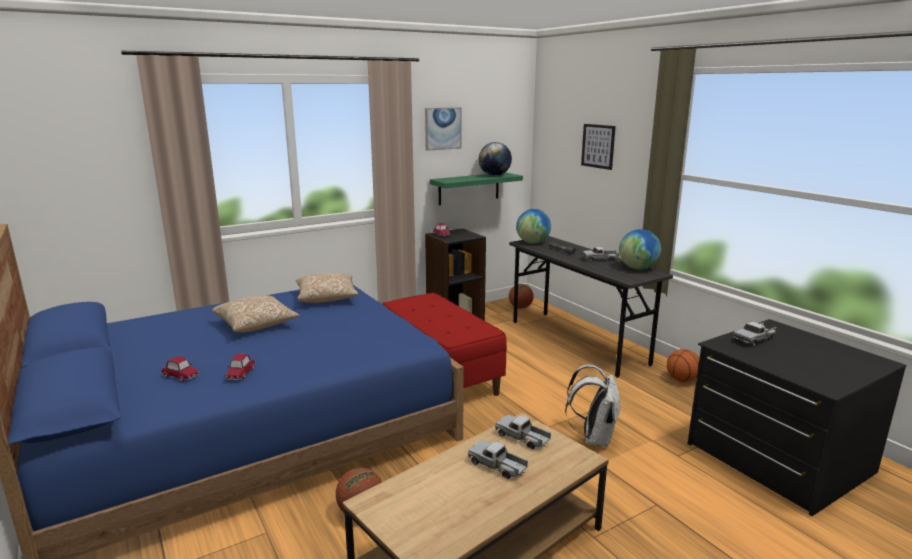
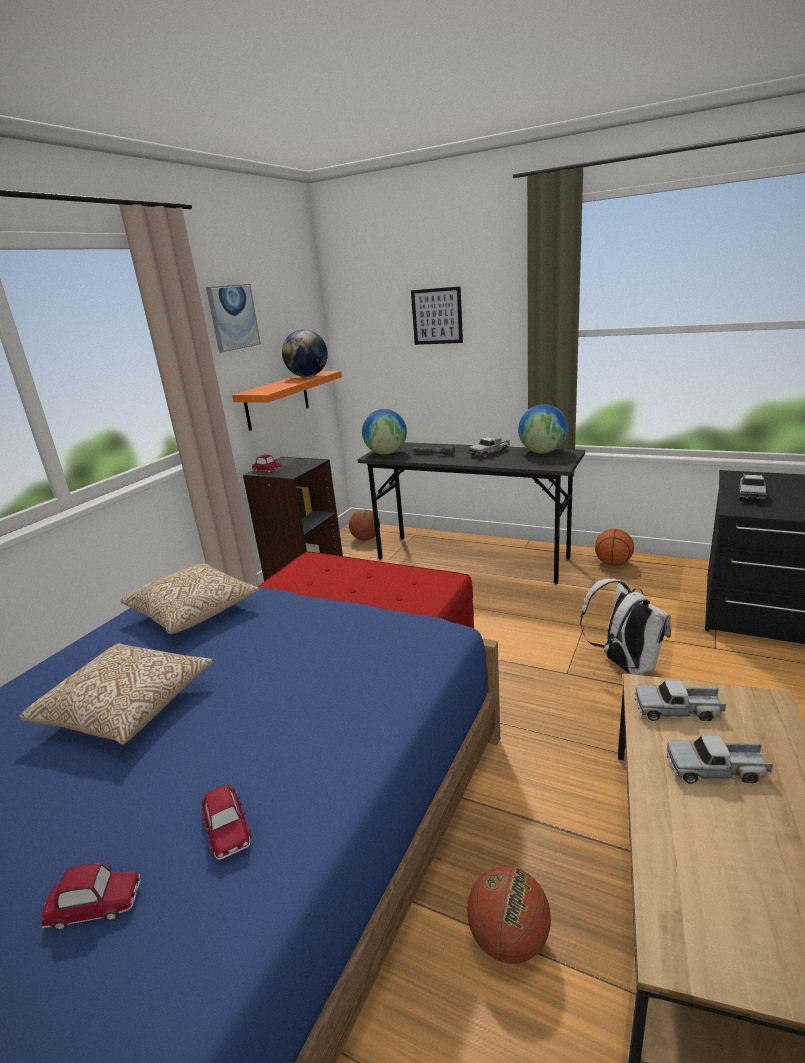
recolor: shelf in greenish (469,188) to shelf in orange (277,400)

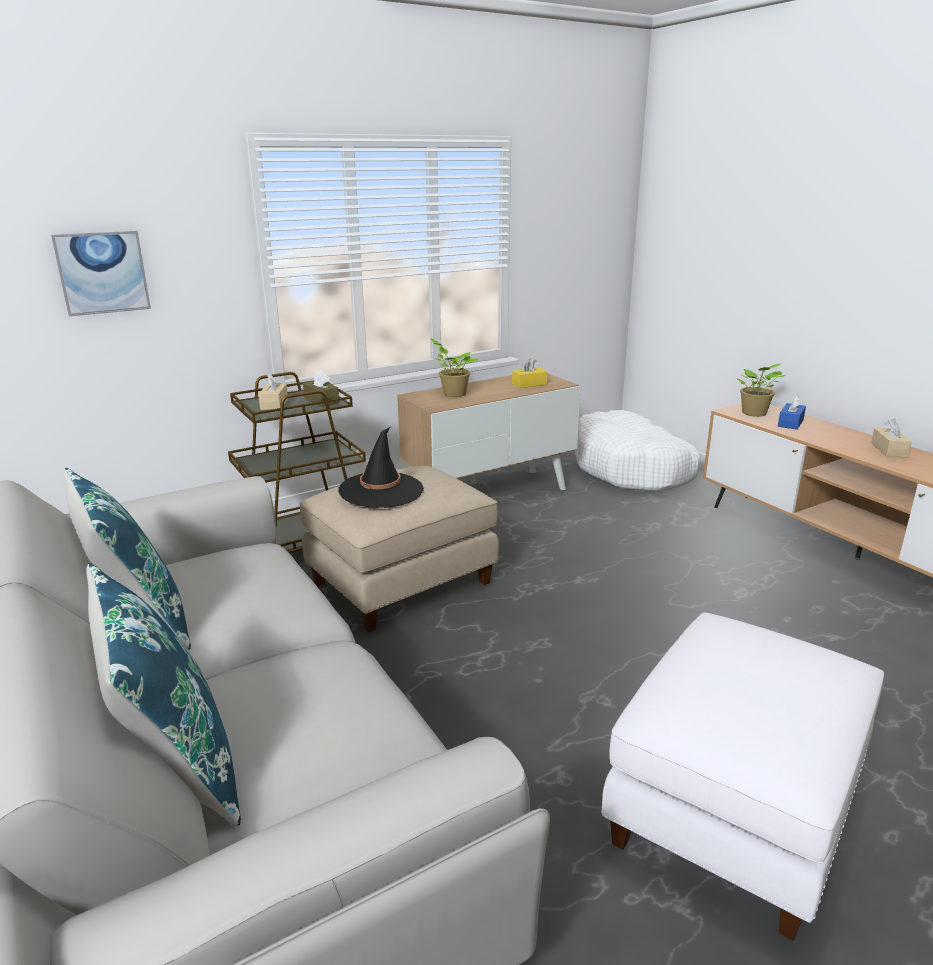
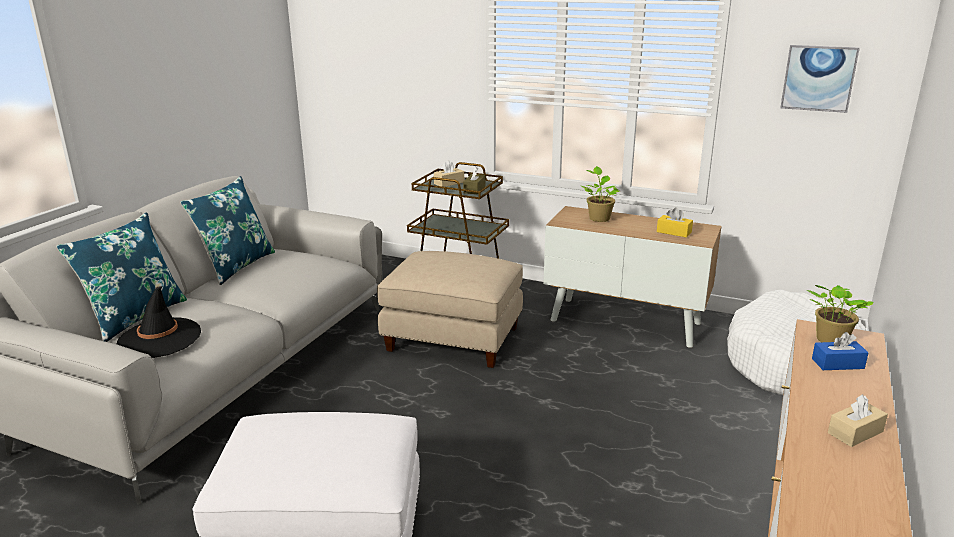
move: hat in black-coloured (381,490) to (159,338); picture (102,273) to (818,78)

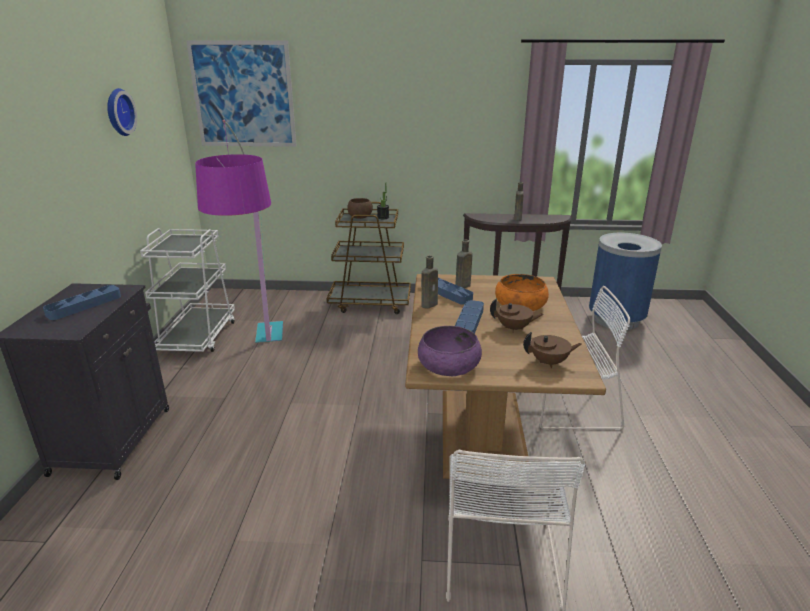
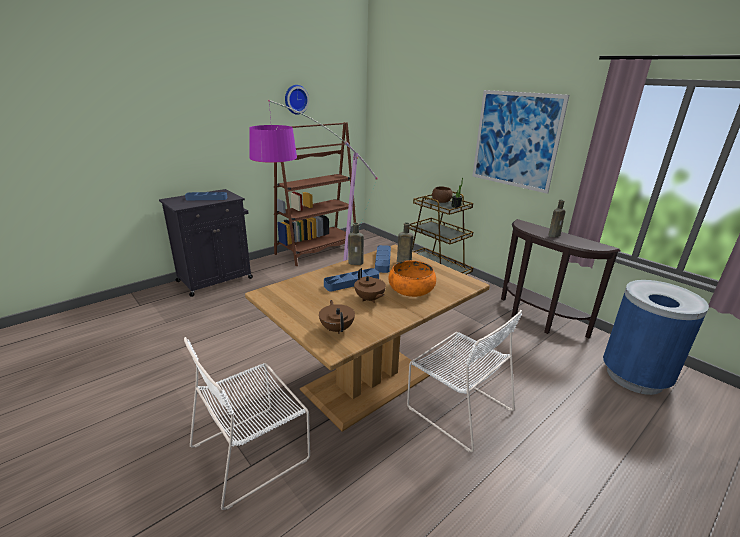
delete: bowl in purple (449,365)
move: picture (243,95) to (515,140)
replace: trolley in white (198,337) to bookcase in brown (317,251)
rotate: tea pot in brown (549,362) = (337,329) 150 degrees counterclockwise

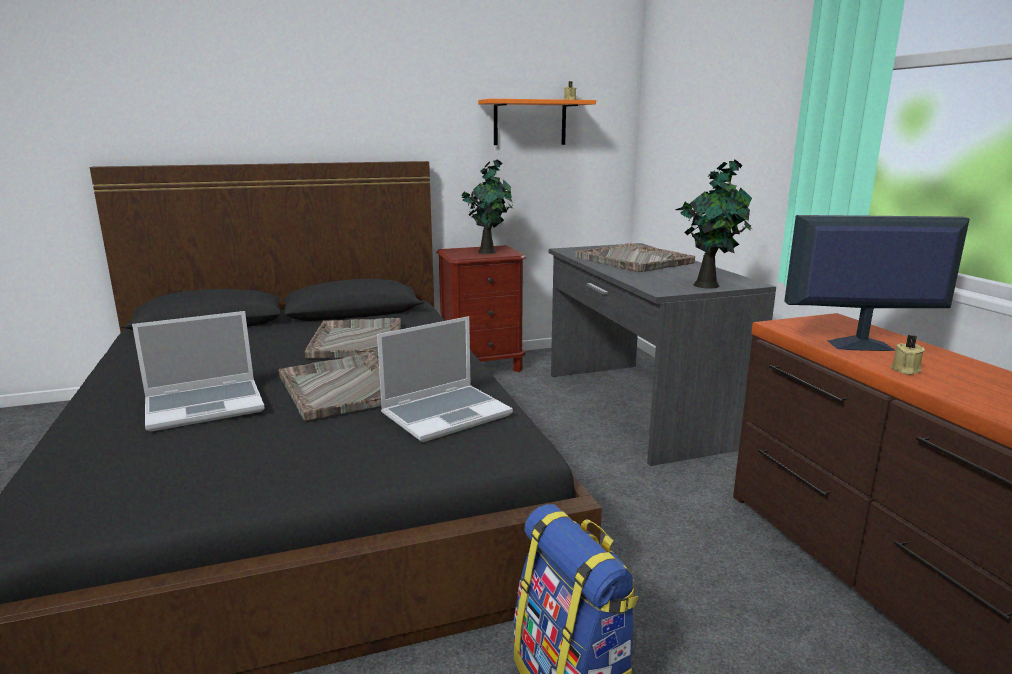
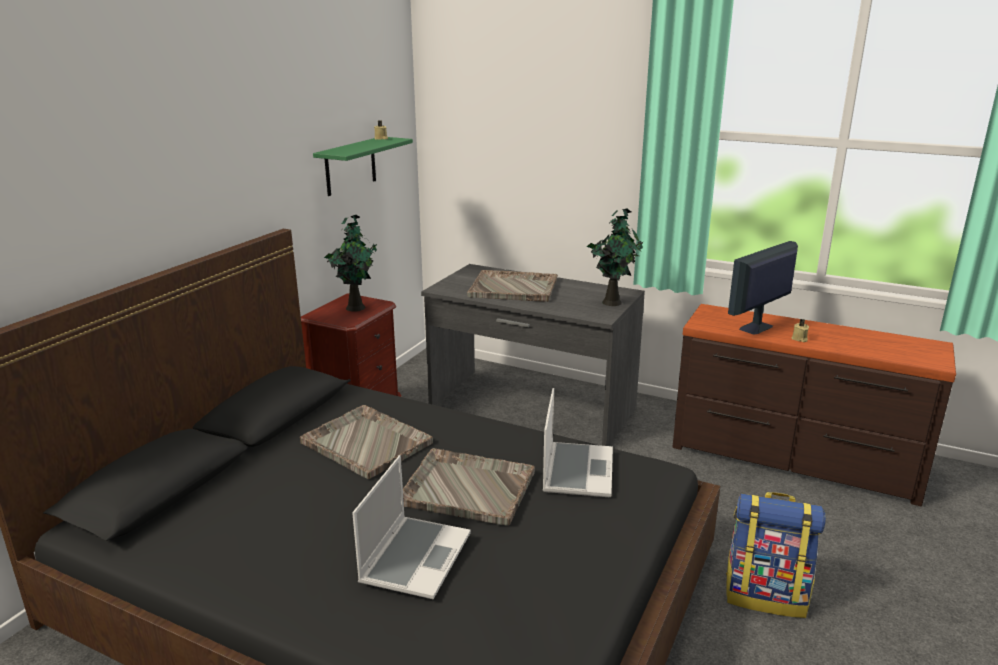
recolor: shelf in orange (530,123) to shelf in greenish (350,166)

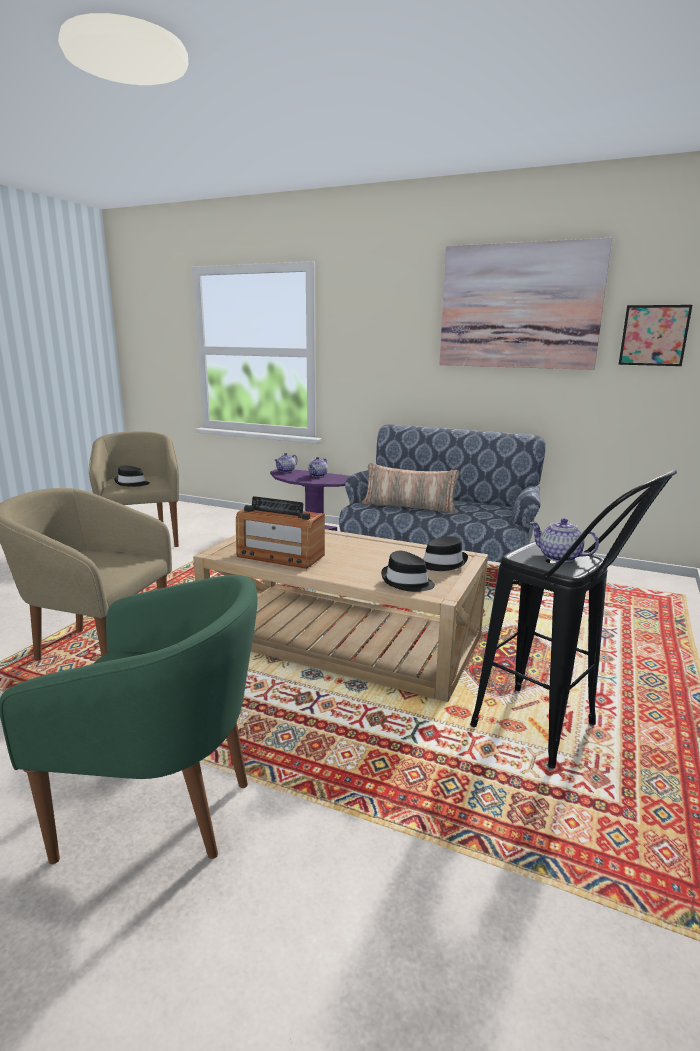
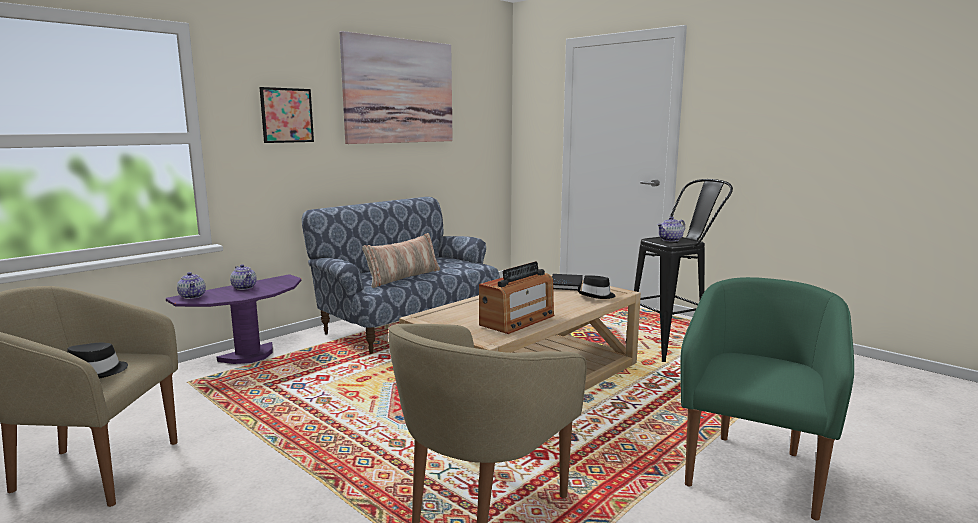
move: picture (654,335) to (287,115)
replace: hat in black-coloured (442,563) to bound book in black-coloured (565,284)

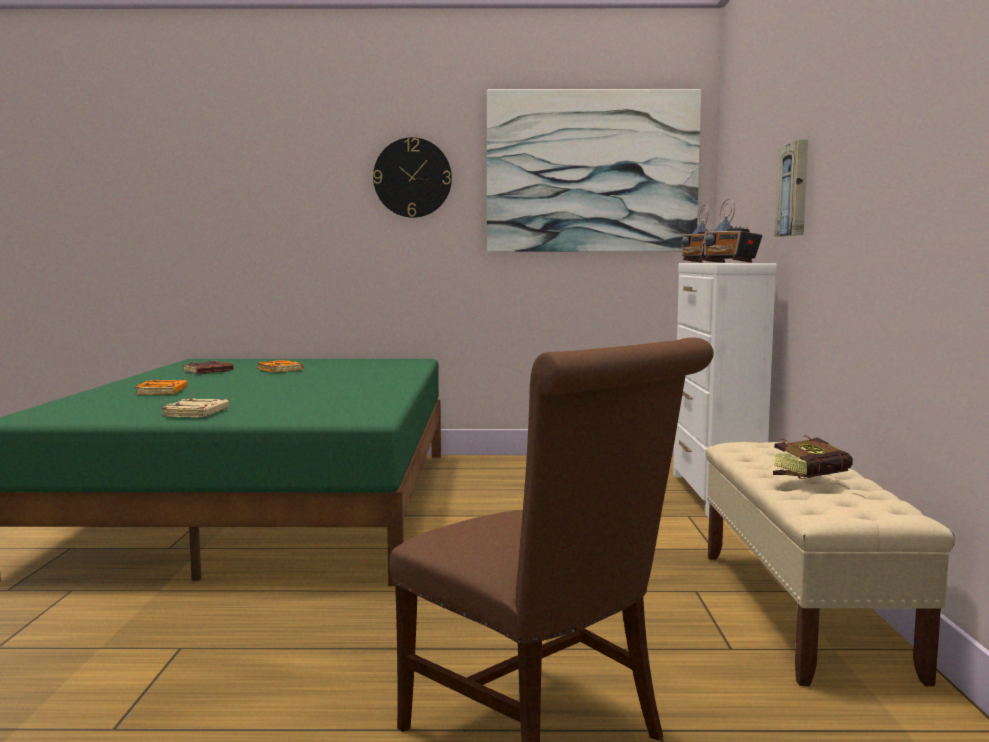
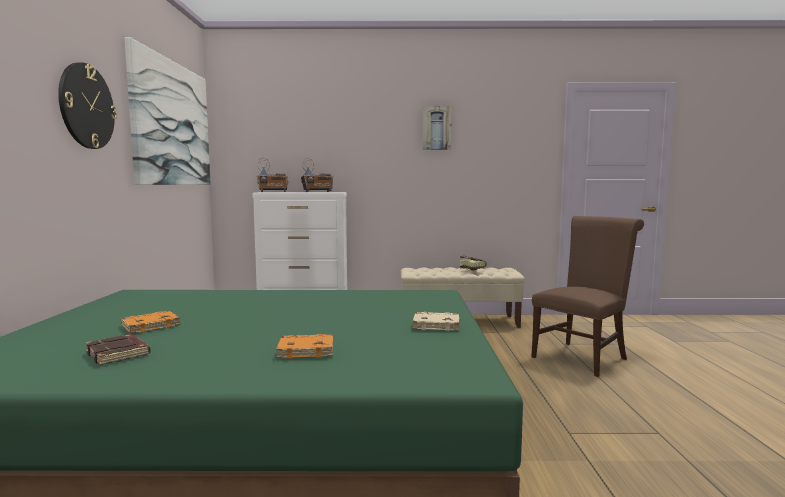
move: picture (795,190) to (436,128)

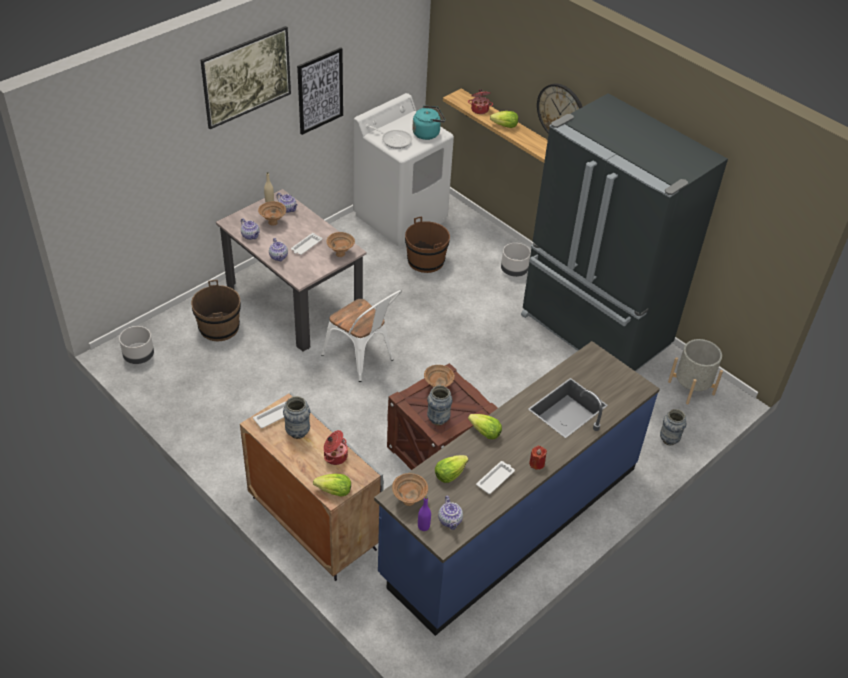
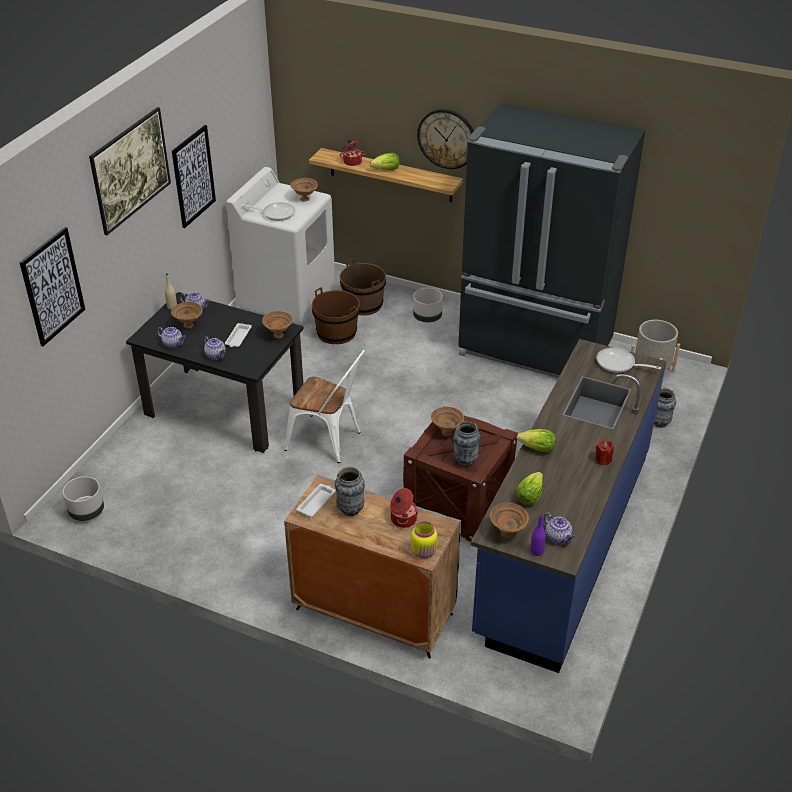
delete: carrying tray in white (495,479)
insert: picture (52,286); frying pan (619,364)
move: pail in brown (219,327) to (363,304)
replace: water kettle in turquoise (427,133) to bowl in brown (305,199); lettuce head (334,491) to preserve jar in yellow (424,552)
recolor: dinner table in beige-coloured (294,302) to dinner table in black-coloured (225,408)

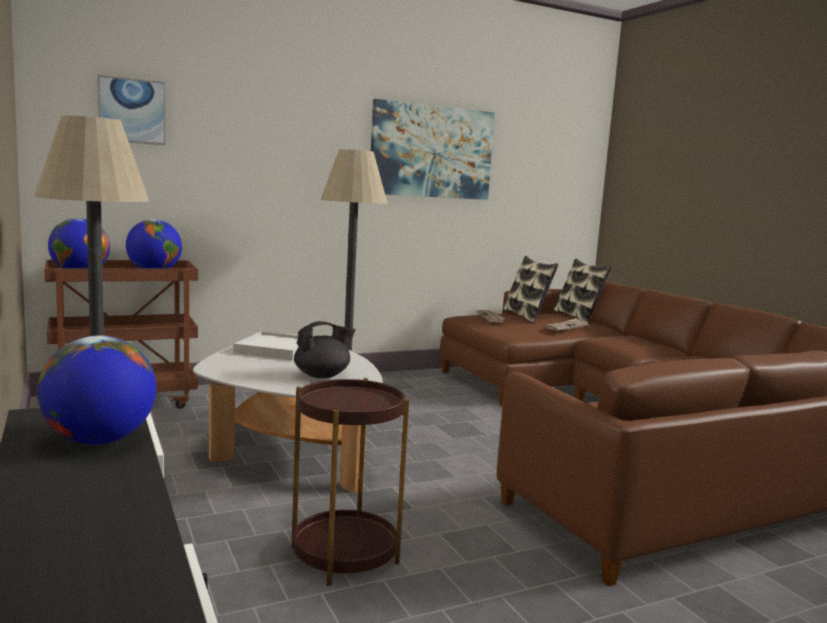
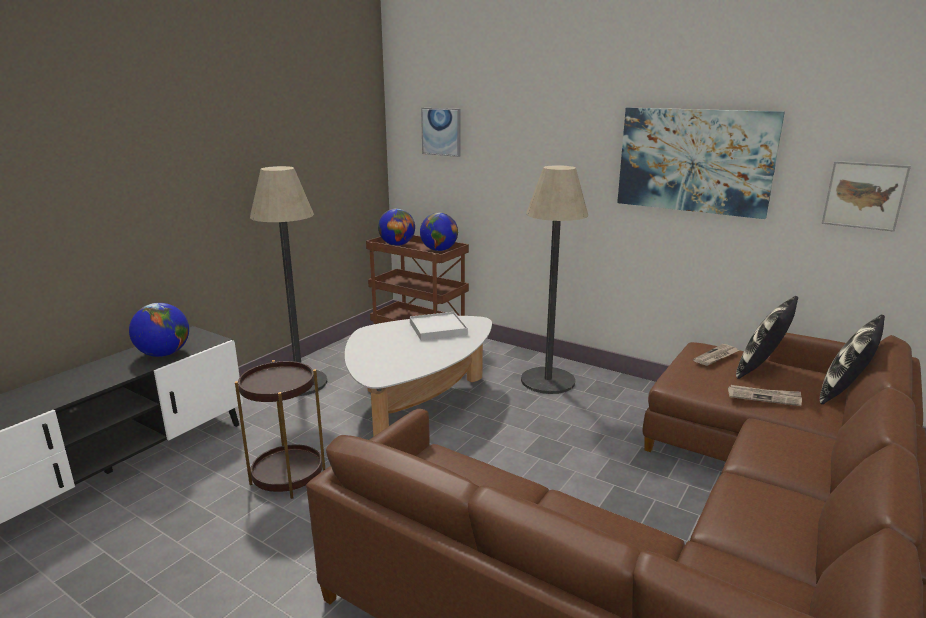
delete: tea pot in black-coloured (322,376)
insert: picture (864,195)

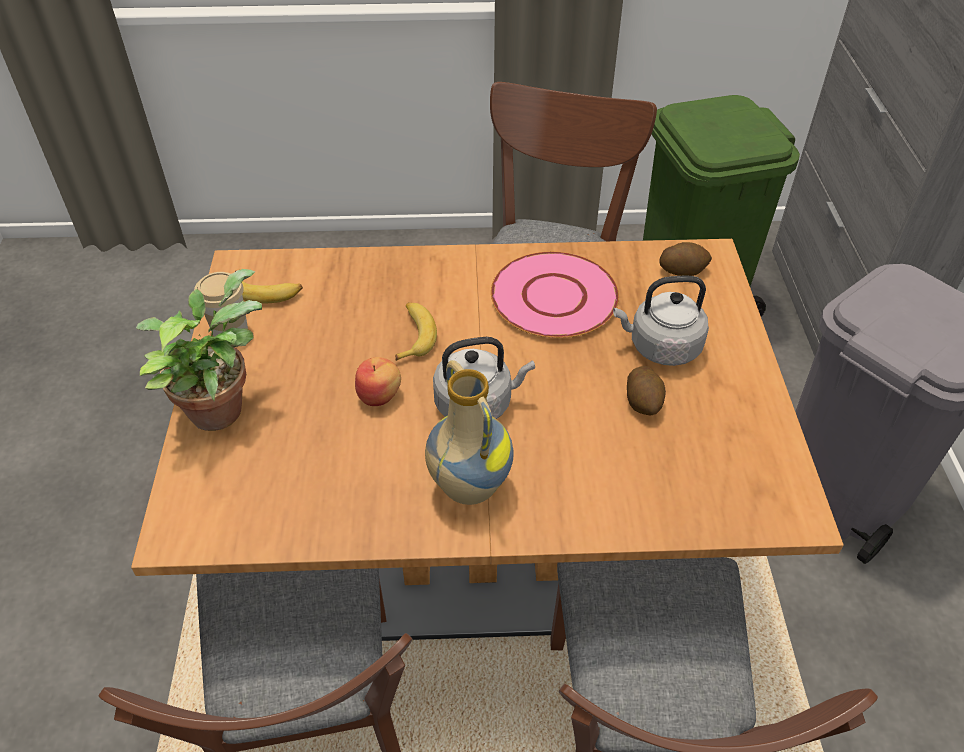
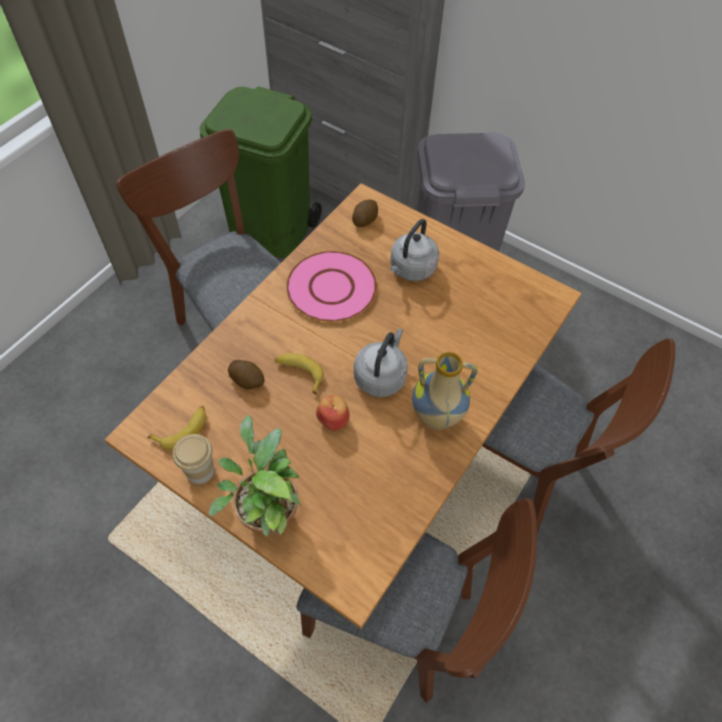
move: potato (643,402) to (247,380)

